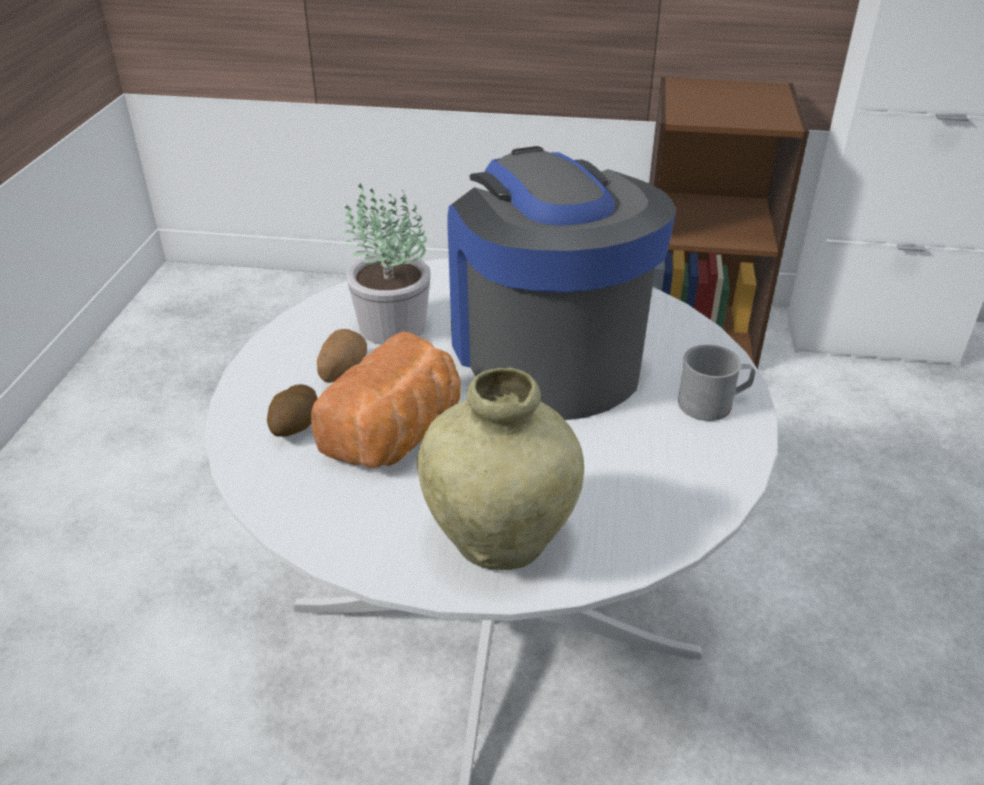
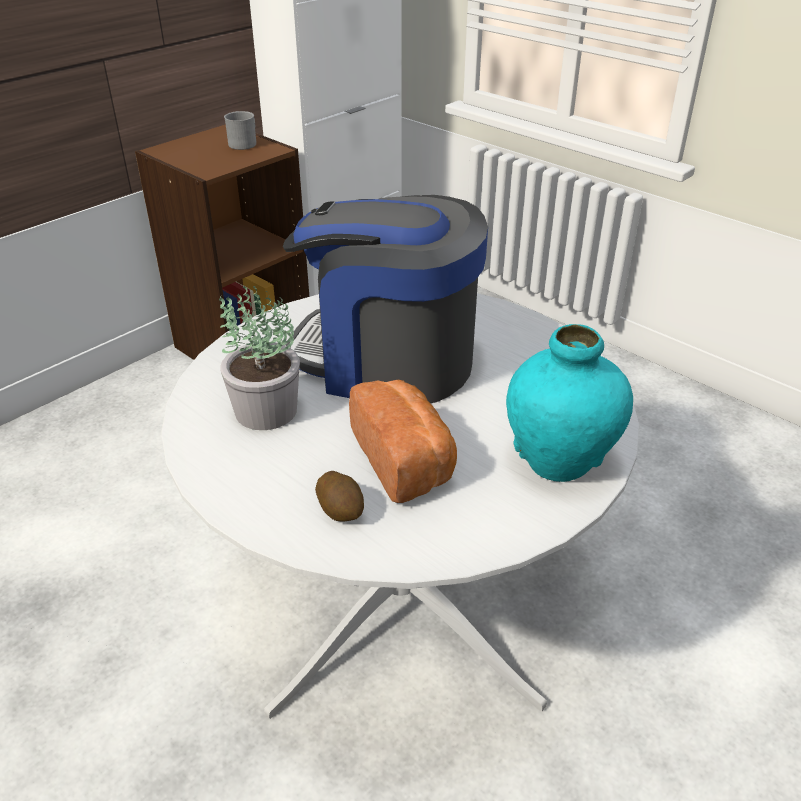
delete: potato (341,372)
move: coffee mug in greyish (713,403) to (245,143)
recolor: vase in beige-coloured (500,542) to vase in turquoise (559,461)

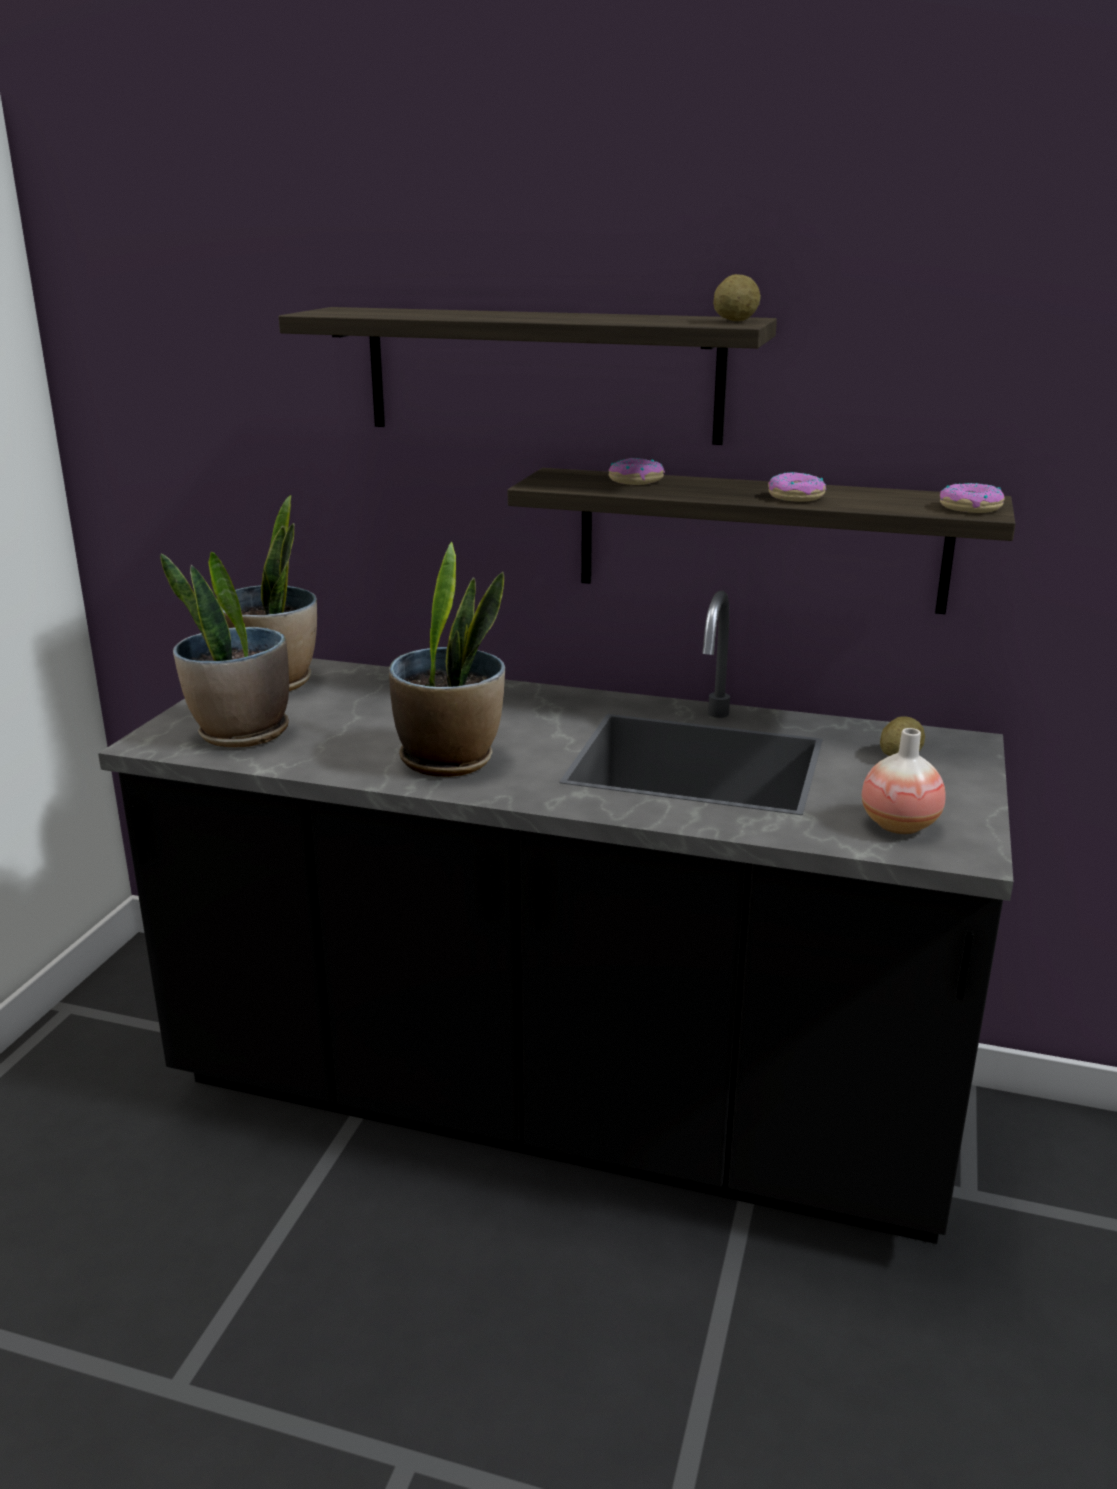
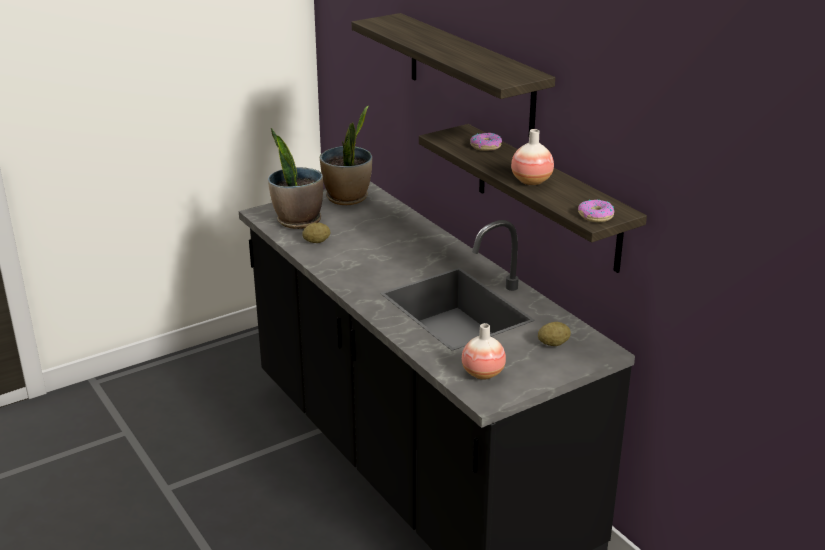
delete: houseplant (449,760)
move: potato (735,321) to (316,242)
replace: ring doughnut (796,497) to vase (531,181)

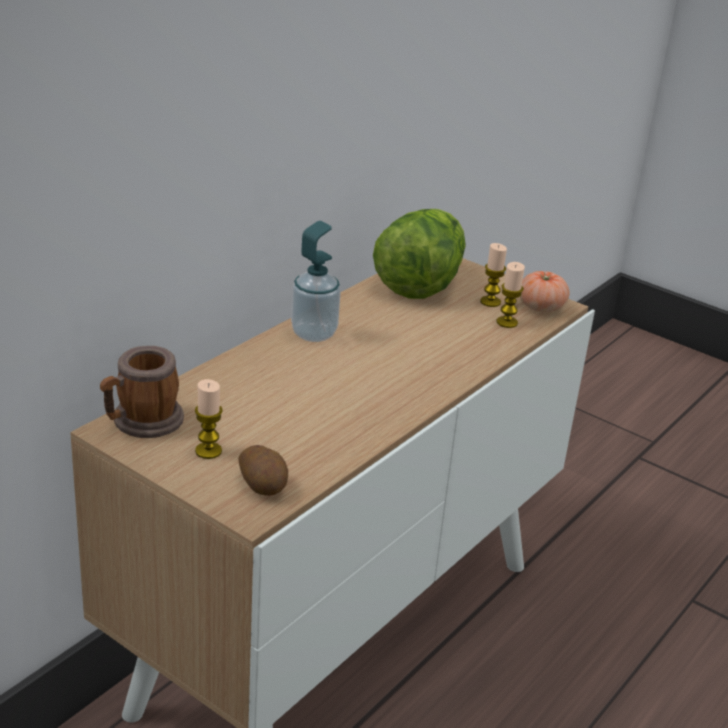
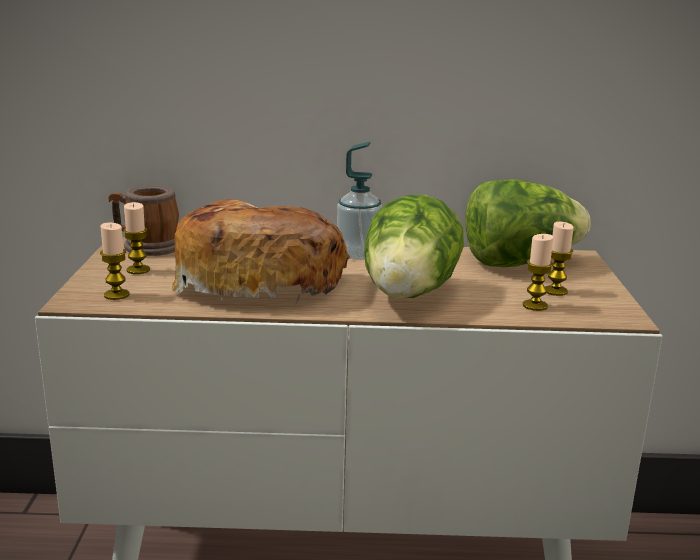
delete: fresh tomato (541,307)
insert: bakery bread (258,280); lettuce head (408,296)
replace: potato (264,485) to wax light (116,295)

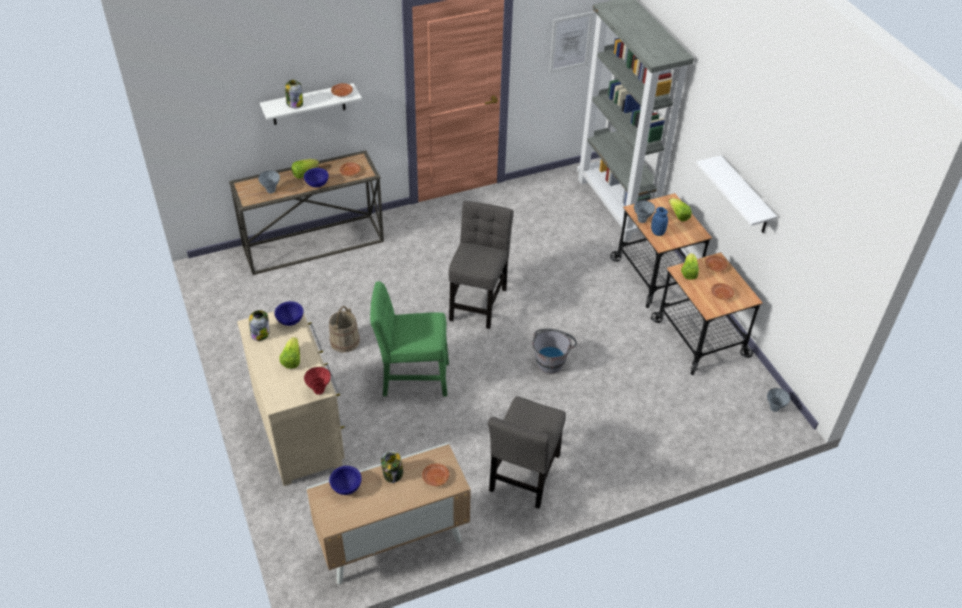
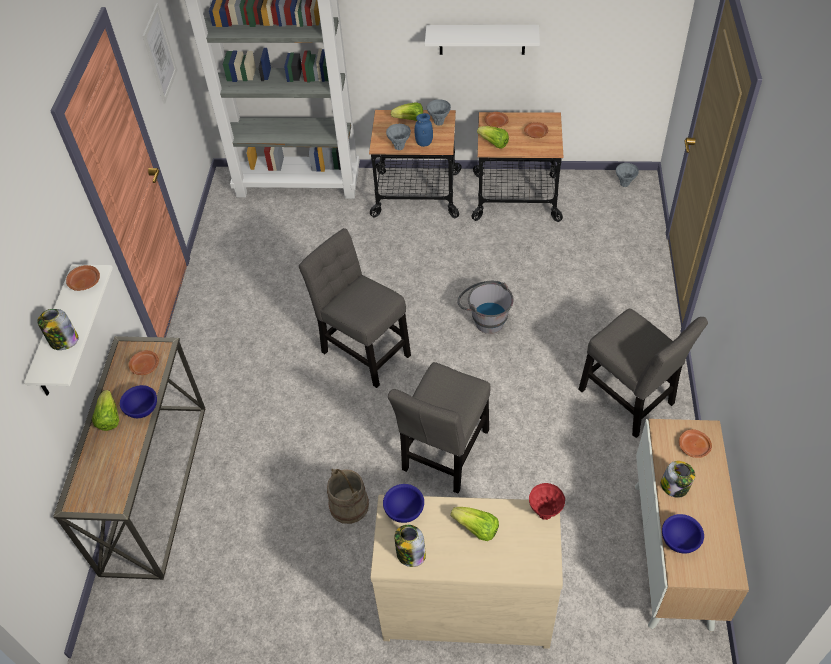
move: vase in greyish (271,191) to (439,123)
recolor: chair in greenish (411,378) to chair in greyish (444,455)

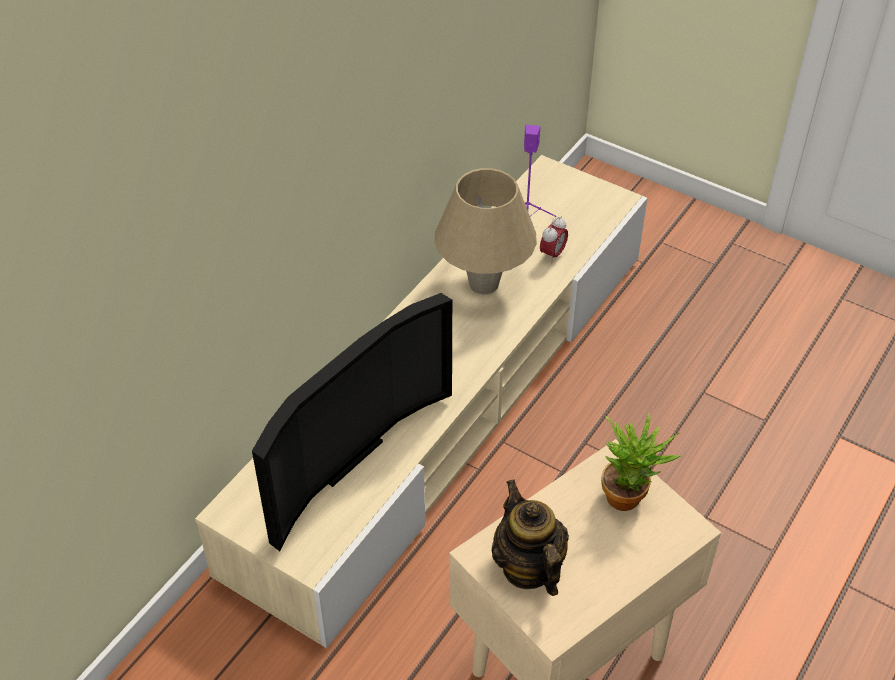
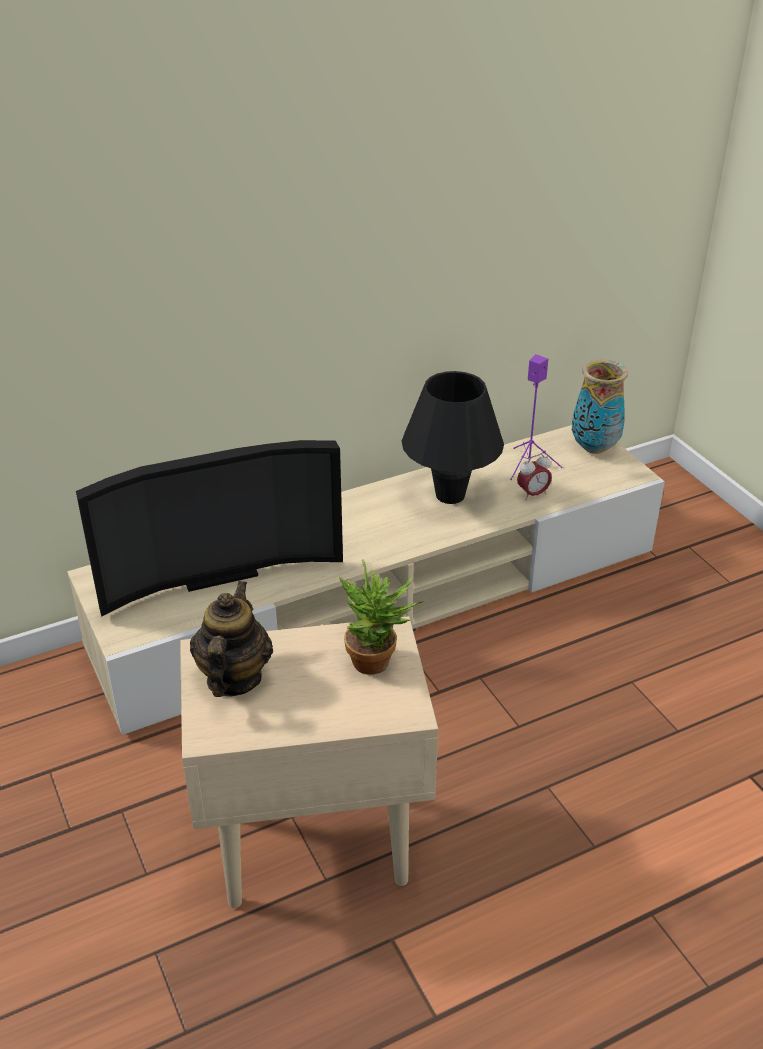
insert: vase (593,448)
recolor: tabletop lamp in beige-coloured (484,284) to tabletop lamp in black-coloured (450,495)

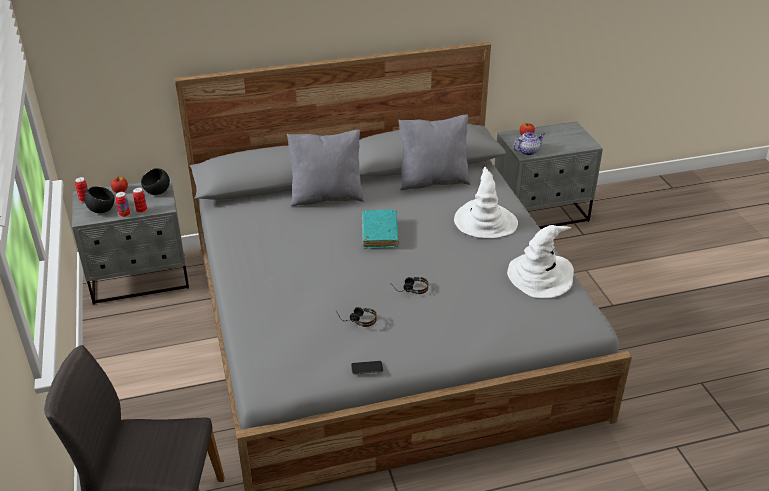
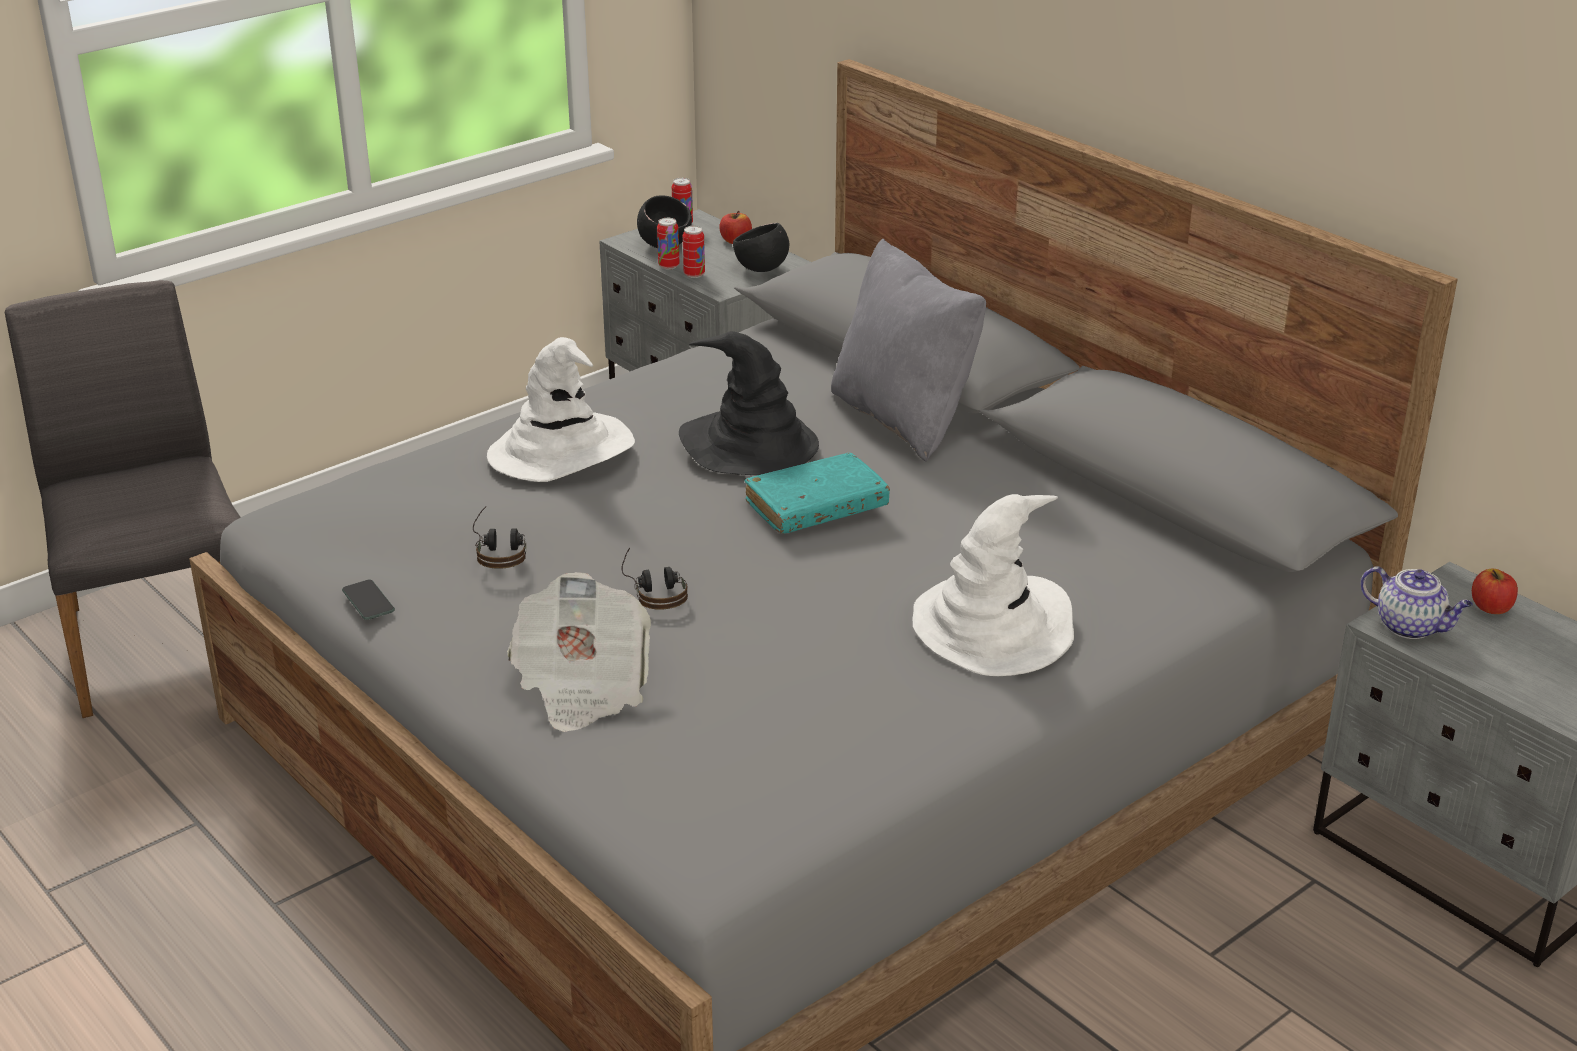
delete: pillow in greyish (433,181)
insert: printed paper (582,686); hat in black-coloured (749,445)
move: hat in white (540,276) to (561,450)

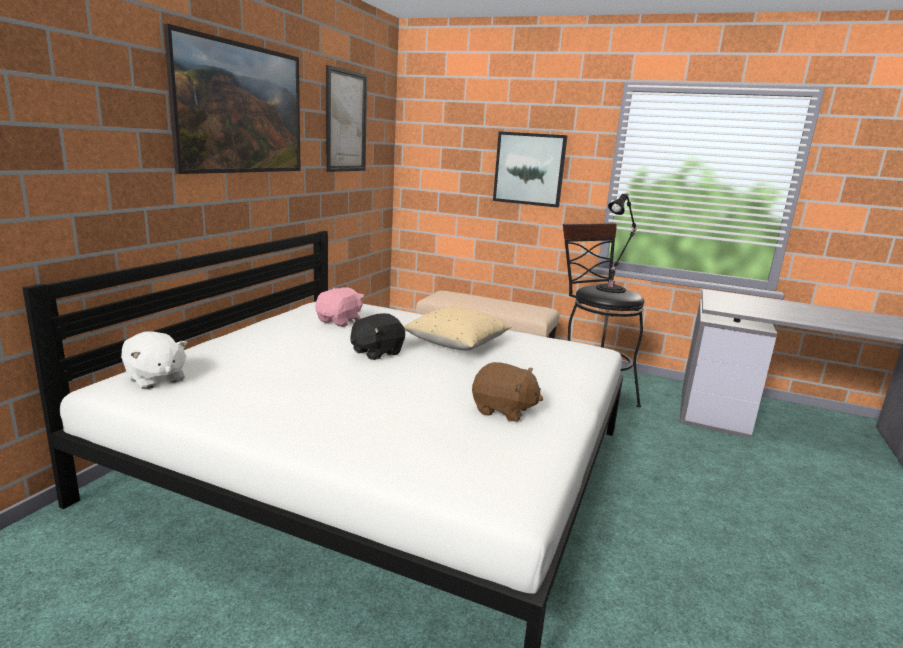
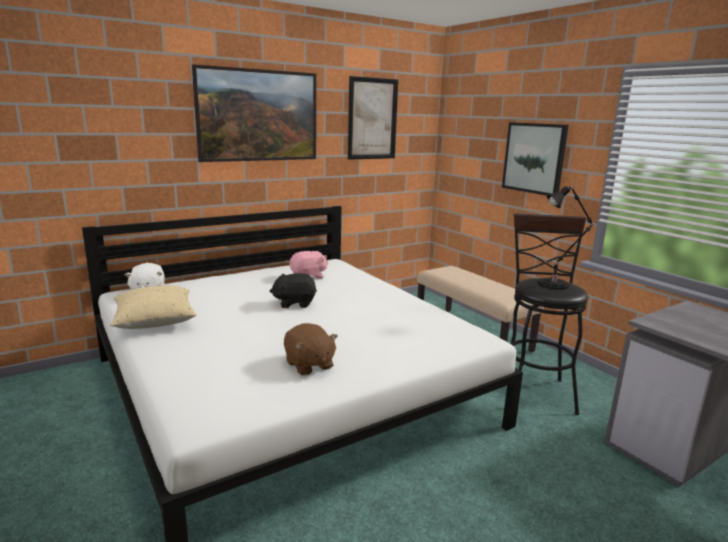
move: pillow in beige-coloured (456,344) to (155,322)

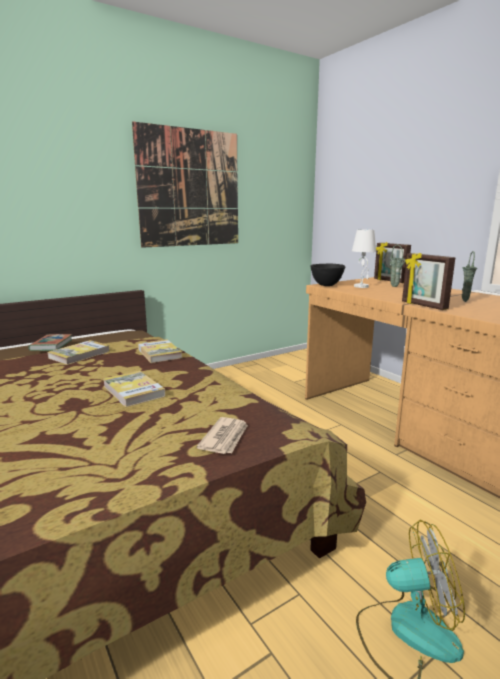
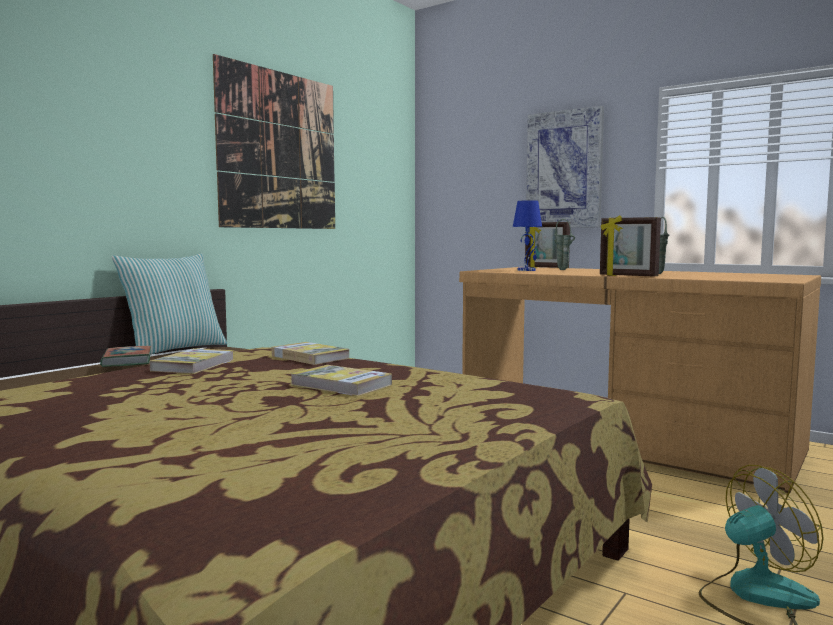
delete: printed paper (225,438); bowl in black-coloured (326,285)
insert: pillow (174,349); picture (564,170)
recolor: tabletop lamp in white (361,286) to tabletop lamp in bluish (527,270)

